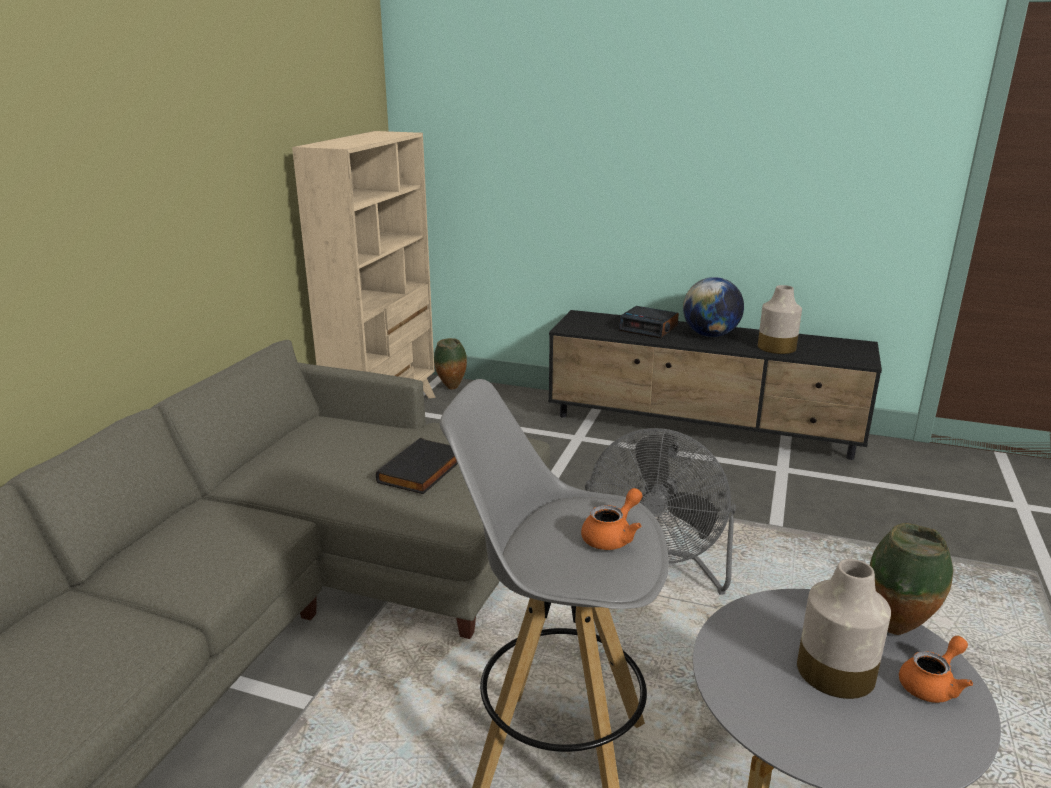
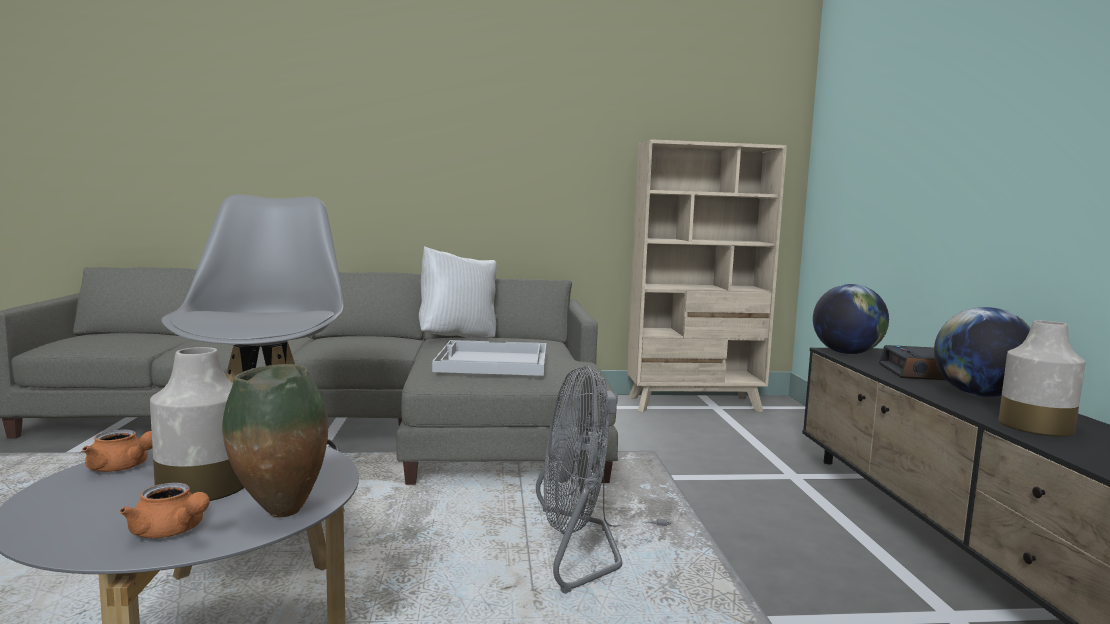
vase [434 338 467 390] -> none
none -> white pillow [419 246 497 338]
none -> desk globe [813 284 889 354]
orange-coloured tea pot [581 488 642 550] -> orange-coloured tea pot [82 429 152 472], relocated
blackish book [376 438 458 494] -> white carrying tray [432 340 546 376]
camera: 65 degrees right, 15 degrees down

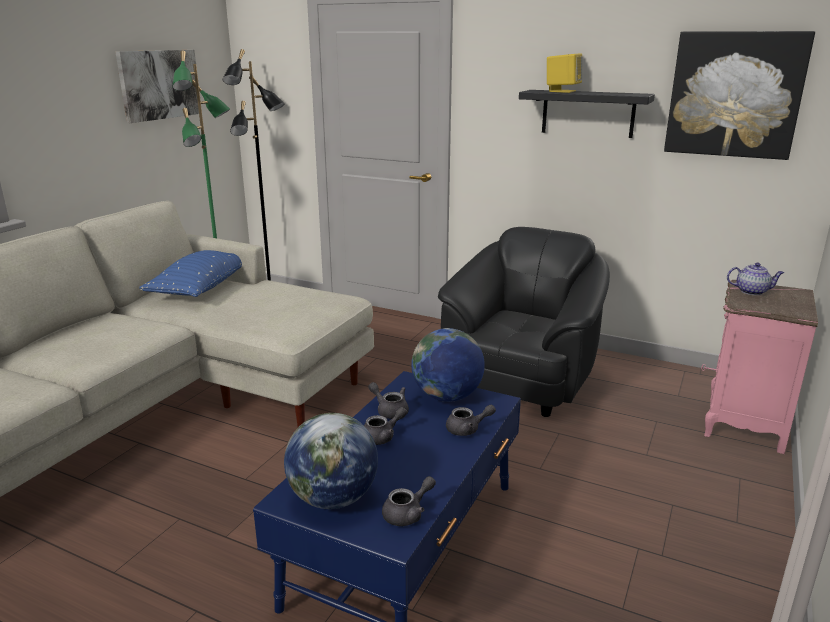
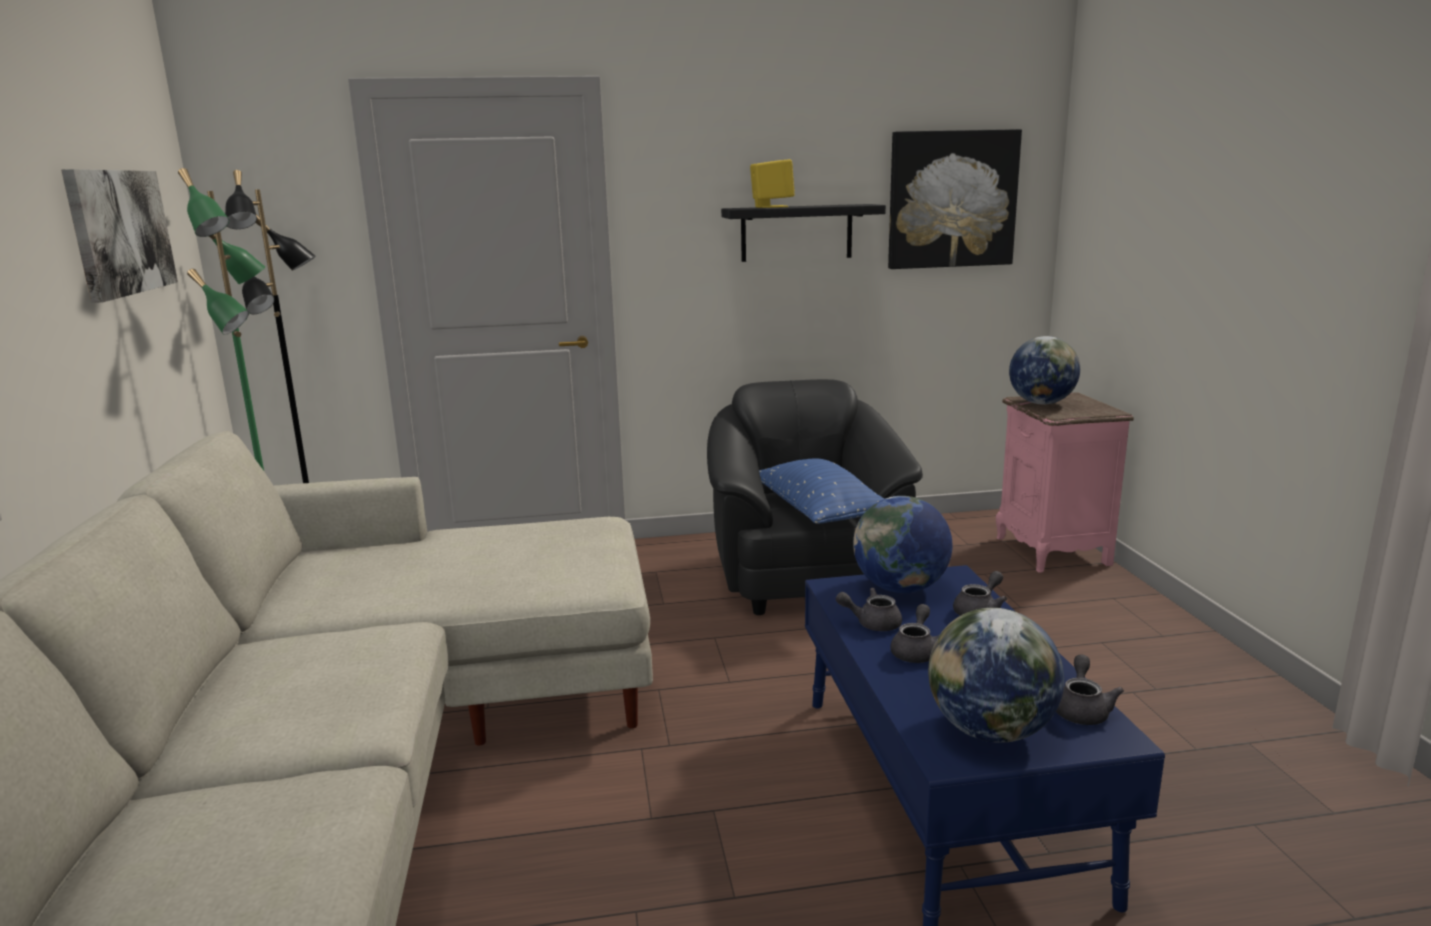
blue pillow [139 250 242 297] -> blue pillow [759 459 884 524], relocated
tea pot [727 263 784 295] -> desk globe [1009 336 1080 405]
camera: 35 degrees left, 5 degrees down

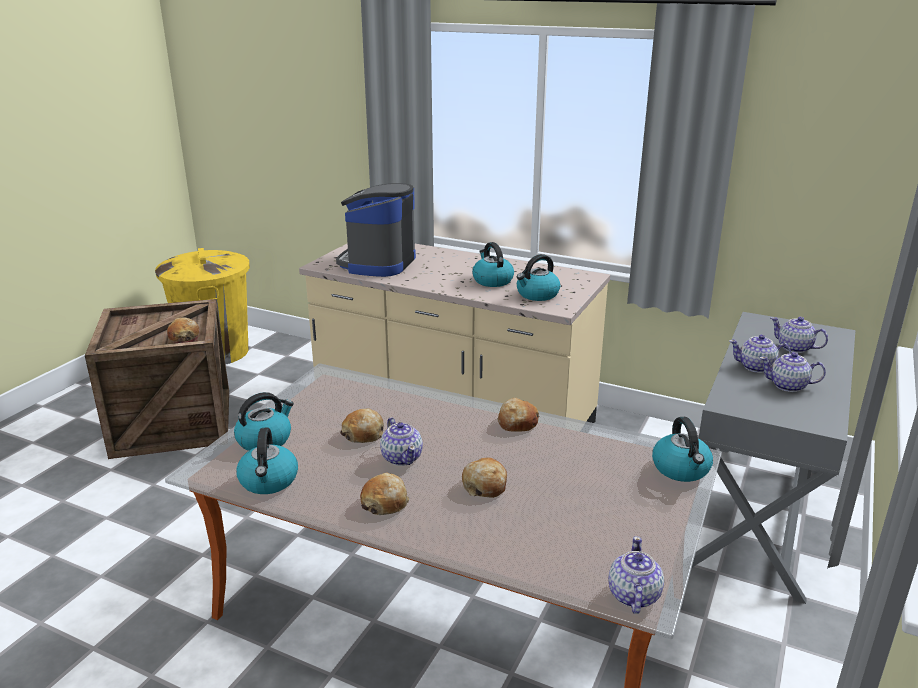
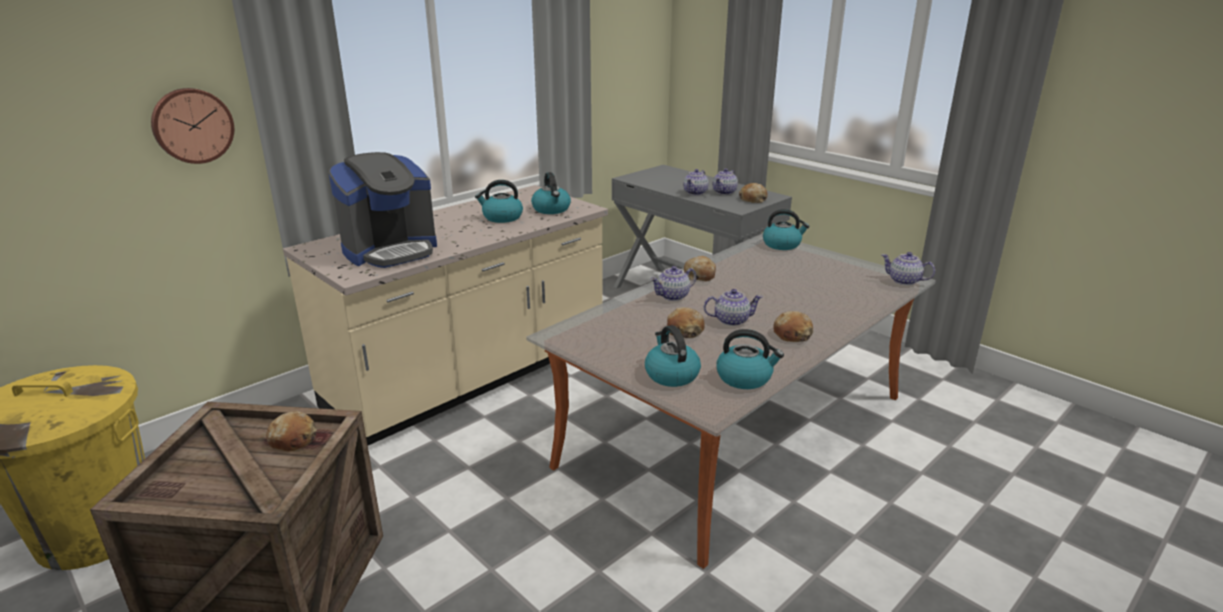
none -> wall clock [151 88 234 164]
bread [462 458 507 498] -> bread [739 183 768 203], relocated
tea pot [771 317 828 353] -> tea pot [650 266 696 301], relocated
coffee machine [336 183 416 277] -> coffee machine [329 152 437 268], 75 degrees counterclockwise
camera: 70 degrees left, 0 degrees up

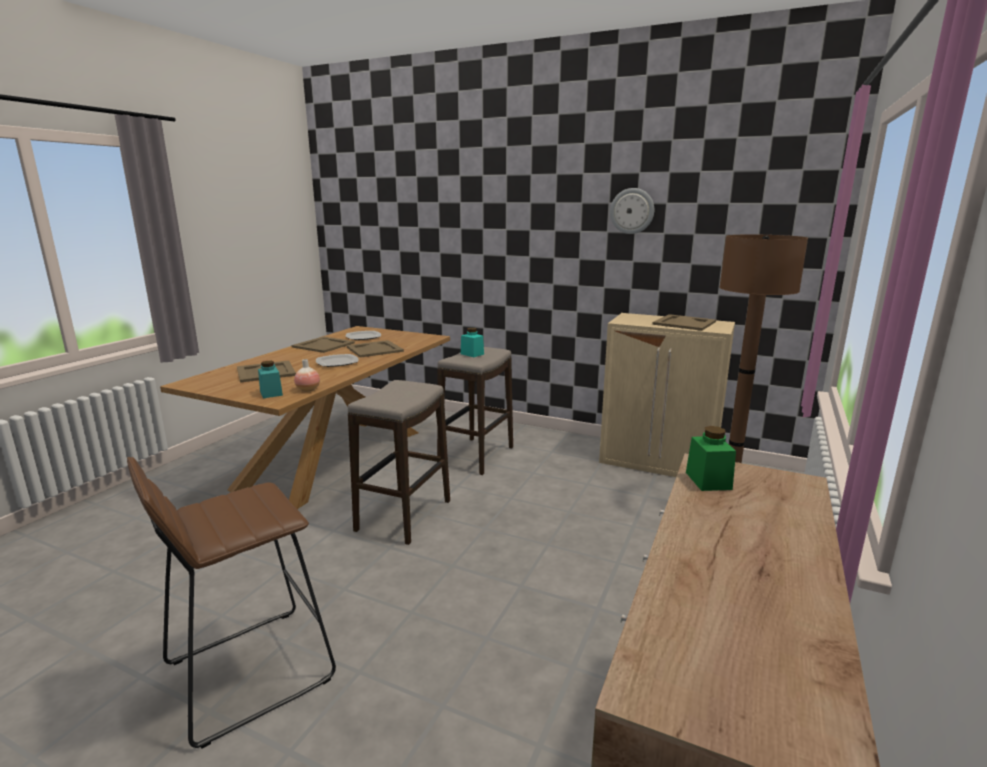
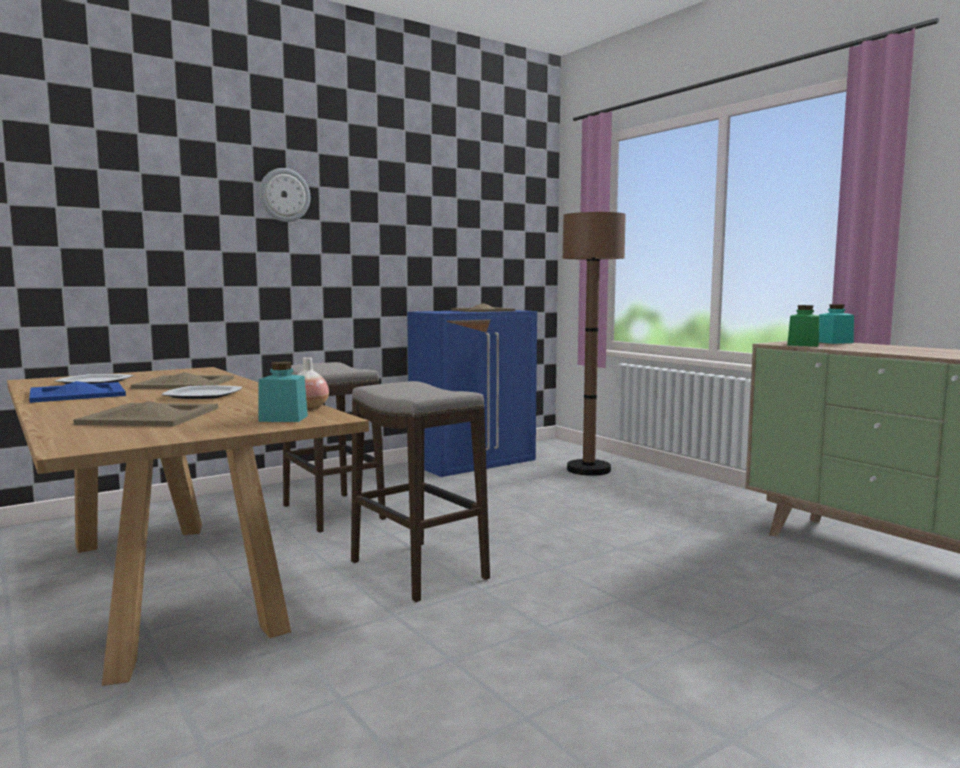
brownish sitting stool [127 457 336 749] -> none
turquoise-coloured jar [461 328 484 357] -> turquoise-coloured jar [819 304 854 344], relocated
wall clock [610 188 654 234] -> wall clock [259 168 310 222], relocated
sand-coloured carrying tray [292 336 355 353] -> blue carrying tray [29 381 126 403]
sand-coloured cabinet [599 313 735 477] -> blue cabinet [407 310 537 477]
camera: 60 degrees left, 10 degrees down

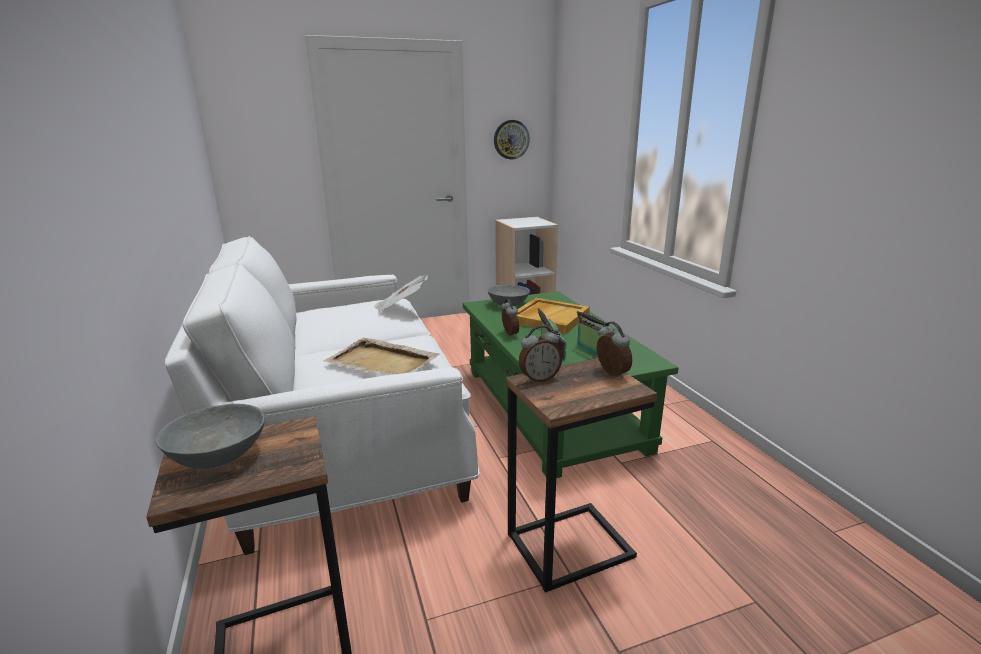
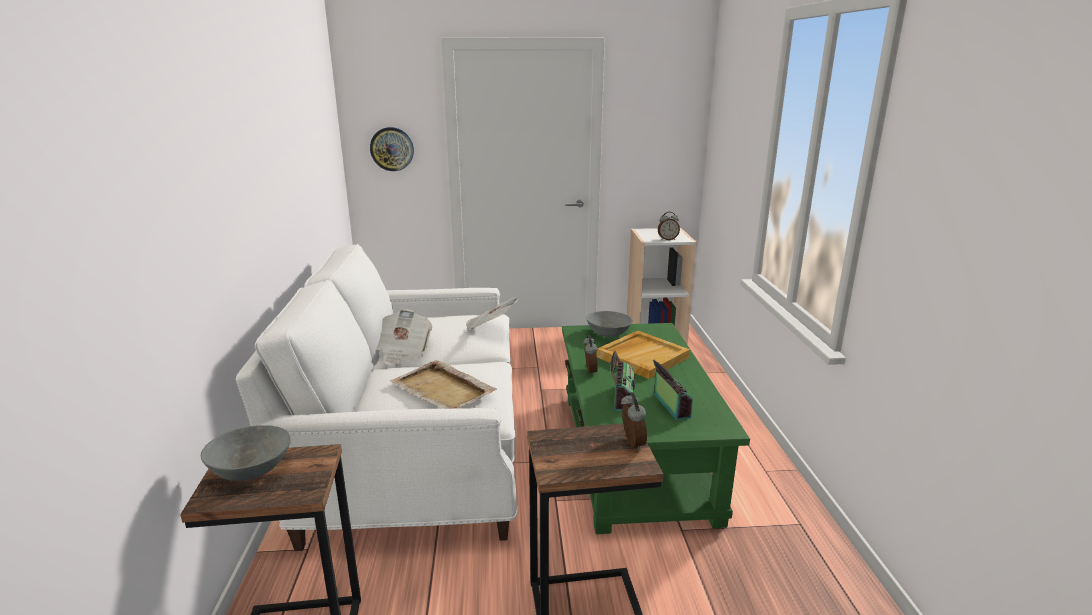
none -> daily paper [376 309 432 365]
wall clock [494 120 530 159] -> wall clock [370 127 414 171], relocated
bedside clock [519 326 562 383] -> bedside clock [658 212 680 240], relocated
camera: 15 degrees right, 0 degrees up

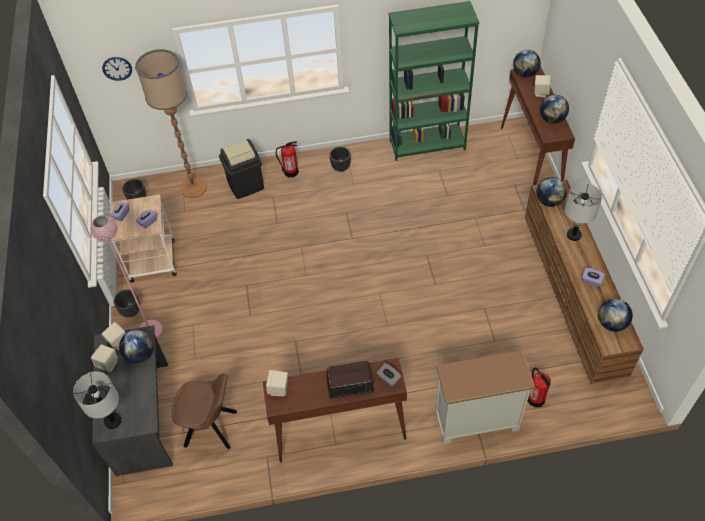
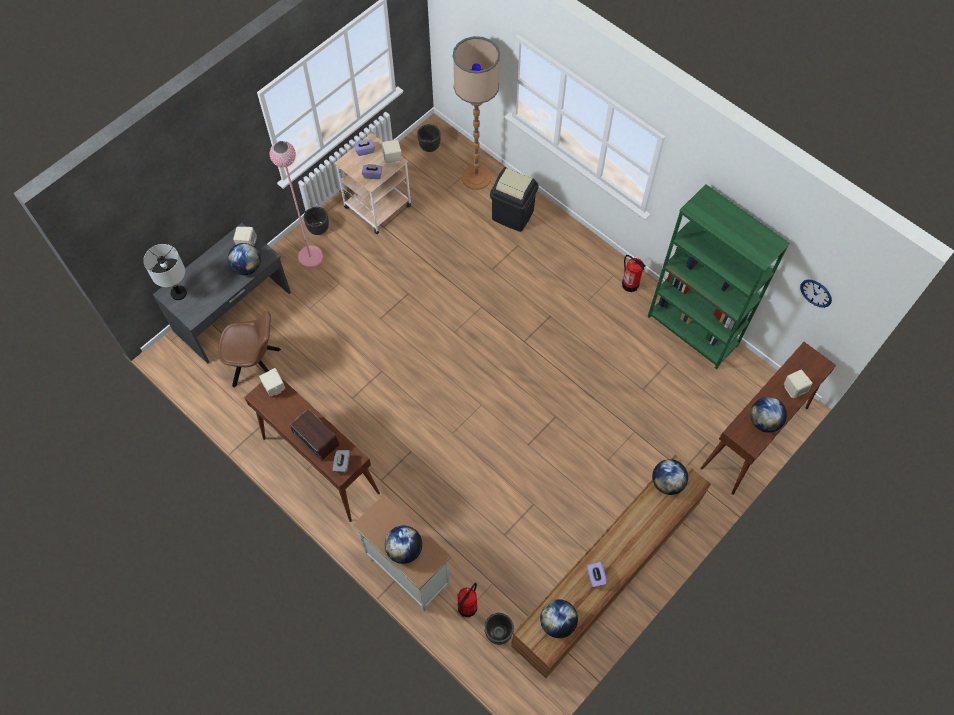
gray table lamp [565 183 602 241] -> none
sand-coloured speaker [91 344 118 372] -> sand-coloured speaker [382 140 402 165], relocated
wall clock [102 57 132 81] -> wall clock [800 280 832 308], relocated
fire-fighting cylinder [276 141 299 177] -> fire-fighting cylinder [622 255 646 292], relocated
blackish plant pot [330 147 351 172] -> blackish plant pot [484 613 514 645], relocated
desk globe [513 50 541 77] -> desk globe [385 525 422 564], relocated
brownish plain chair [172 373 237 450] -> brownish plain chair [218 311 281 388], 60 degrees counterclockwise
camera: 50 degrees right, 10 degrees up

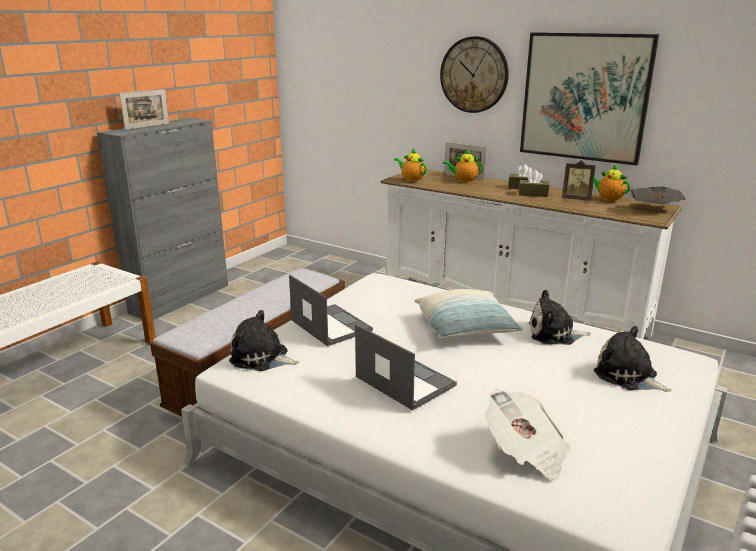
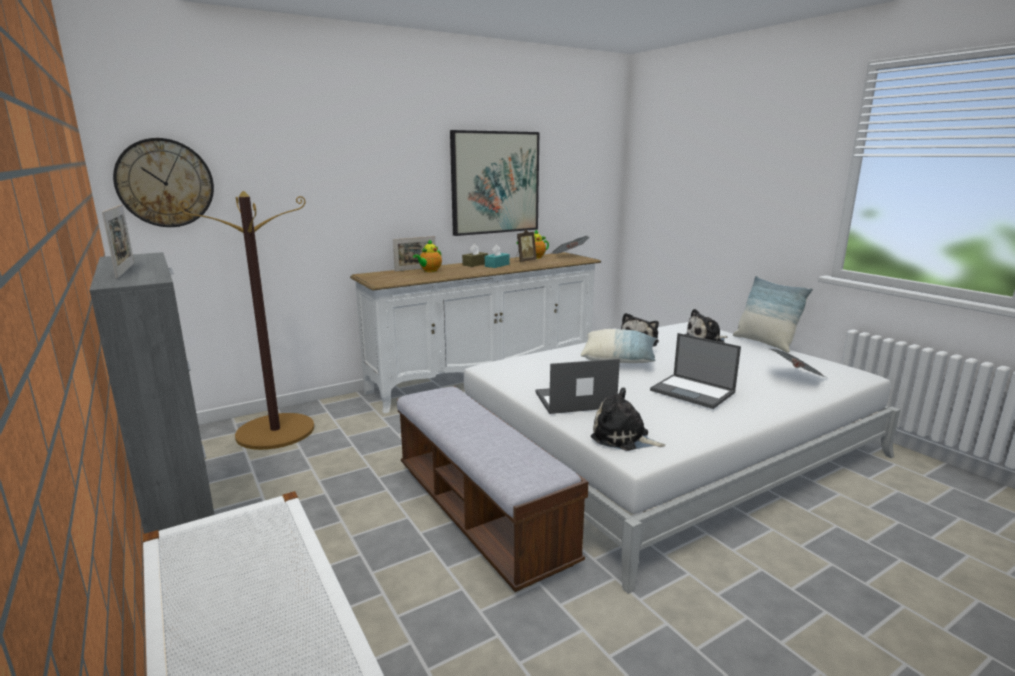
tea pot [394 148 427 182] -> none
none -> brownish garment rack [178 191 314 450]
none -> pillow [733 276 813 353]
wall clock [440 36 509 113] -> wall clock [113 138 214 227], relocated
brownish box of tissues [519 170 549 197] -> turquoise-coloured box of tissues [485 244 510 268]
soft toy [229 310 299 371] -> soft toy [591 387 666 451], 75 degrees clockwise
laptop [355 324 457 410] -> laptop [650 333 741 409], 120 degrees counterclockwise
camera: 65 degrees left, 5 degrees down

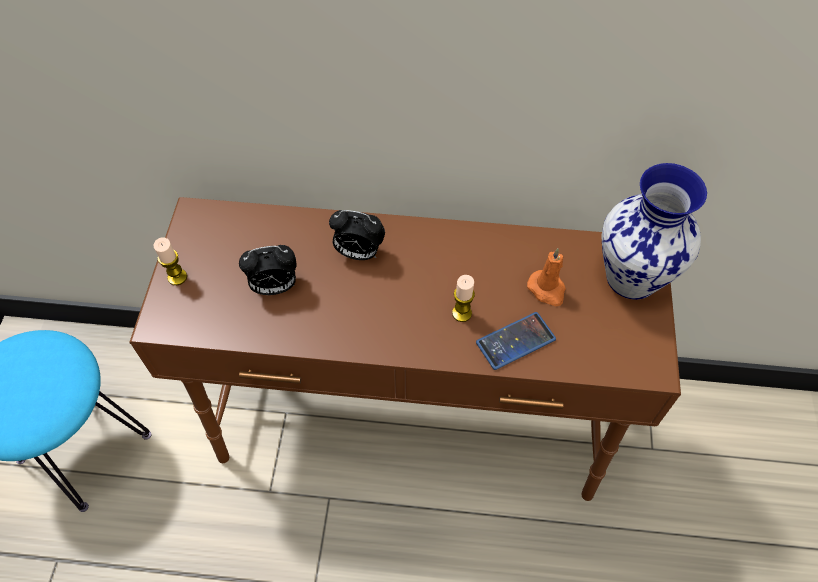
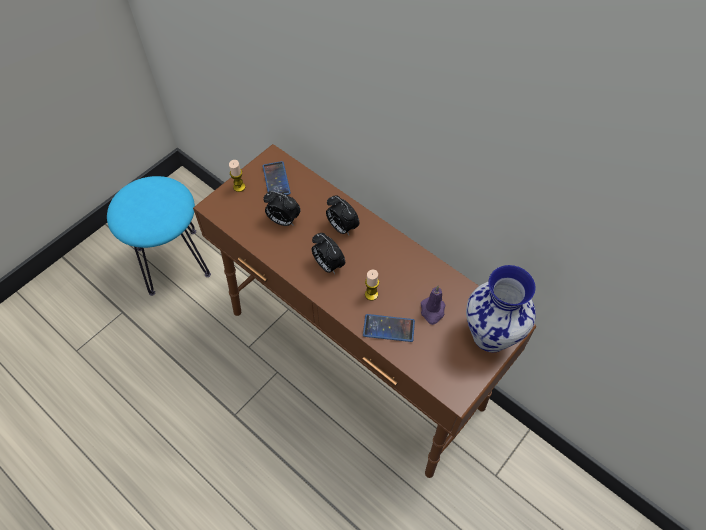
none -> handset [262 161 291 195]
none -> bedside clock [312 233 345 274]
orange-coloured candle [527 248 566 306] -> purple-coloured candle [421 286 445 325]
camera: 35 degrees right, 0 degrees up

